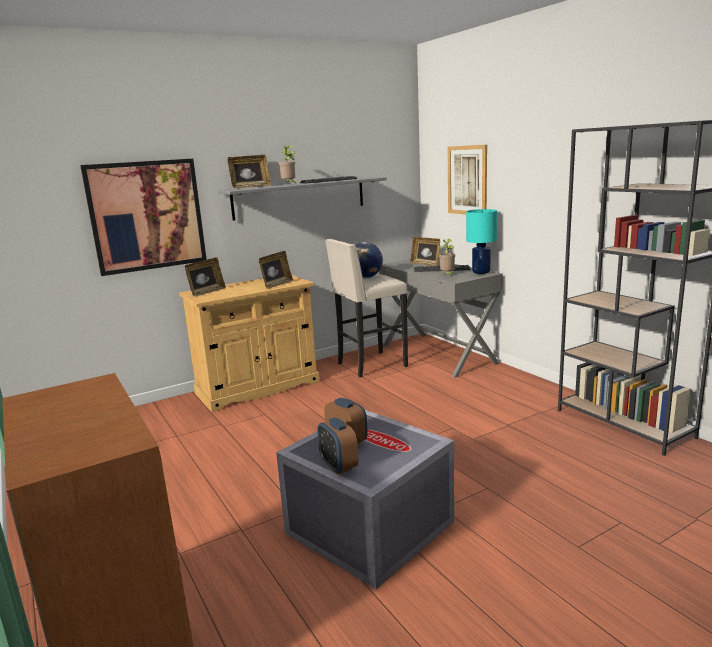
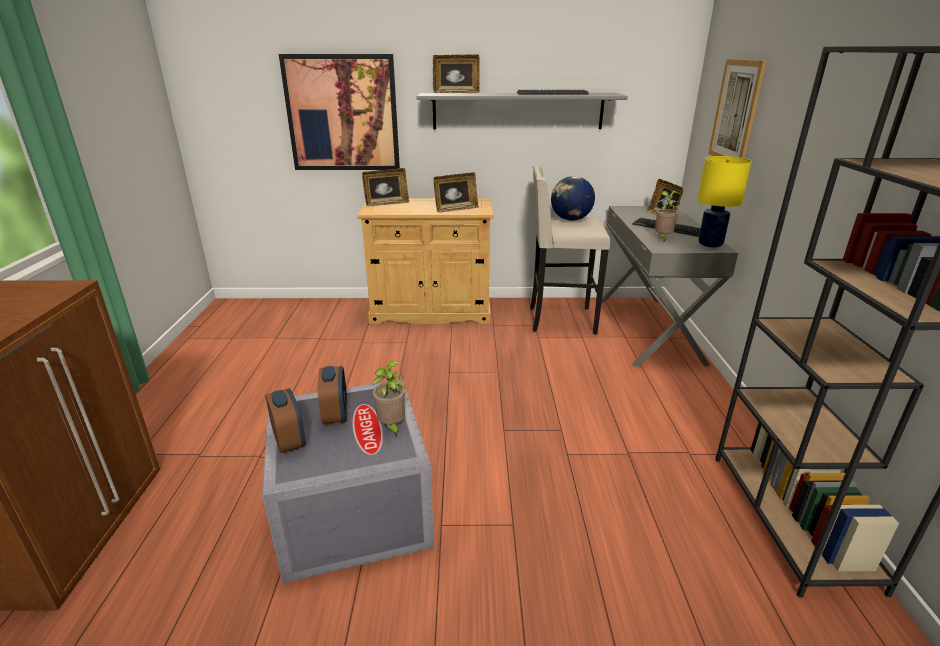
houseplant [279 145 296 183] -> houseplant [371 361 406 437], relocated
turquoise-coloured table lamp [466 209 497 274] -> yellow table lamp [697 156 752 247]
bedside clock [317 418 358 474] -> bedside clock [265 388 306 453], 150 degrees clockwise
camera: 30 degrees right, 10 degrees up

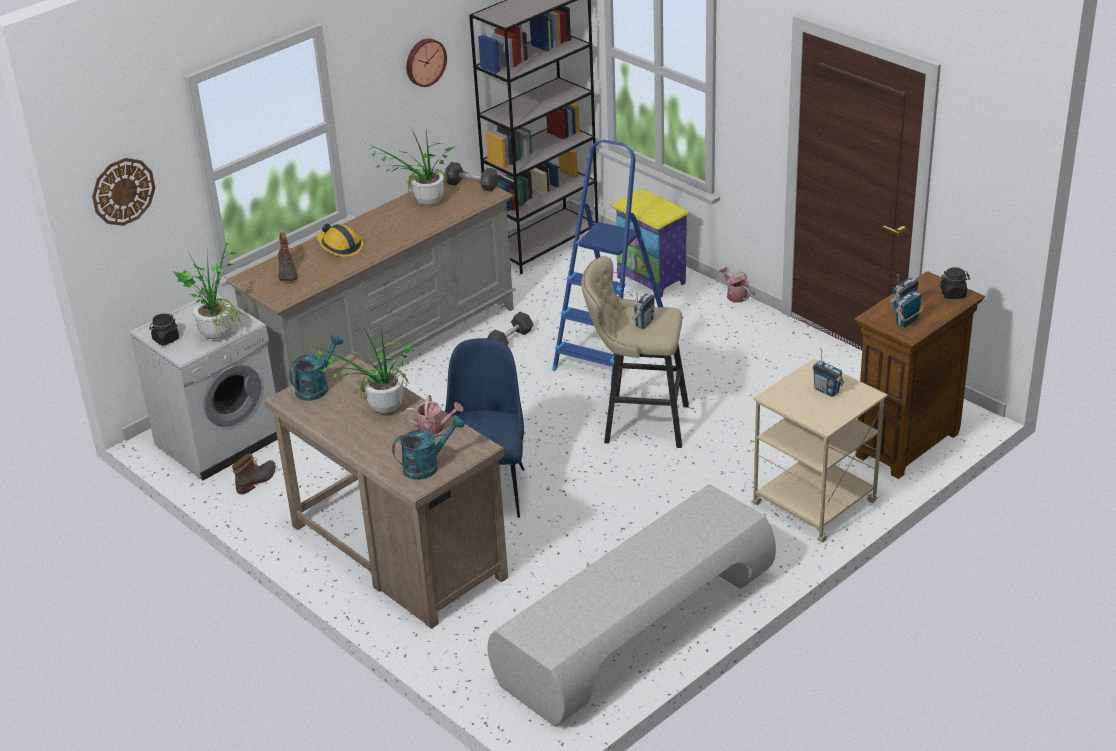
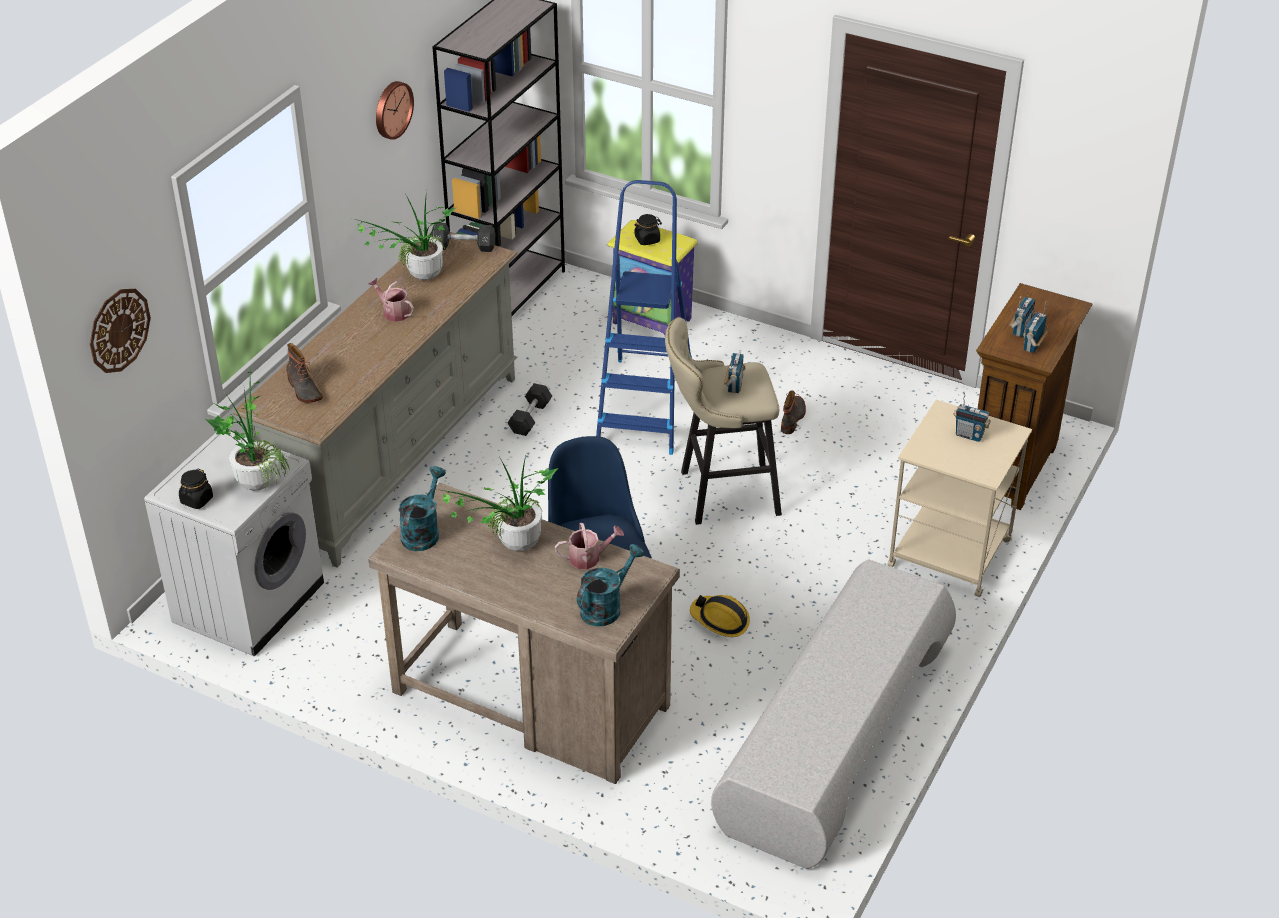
boot [232 453 276 494] -> boot [781 390 806 434], relocated
work helmet [317 224 363 257] -> work helmet [690 595 750 637], relocated
watering can [719 267 750 303] -> watering can [368 278 414 322], relocated
blackish jar [940 267 970 299] -> blackish jar [634 214 662 245], relocated
camera: 20 degrees left, 5 degrees up

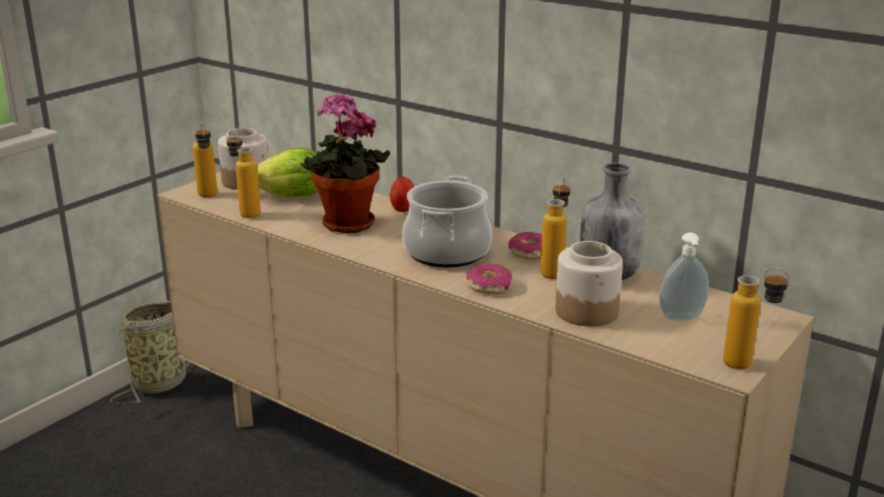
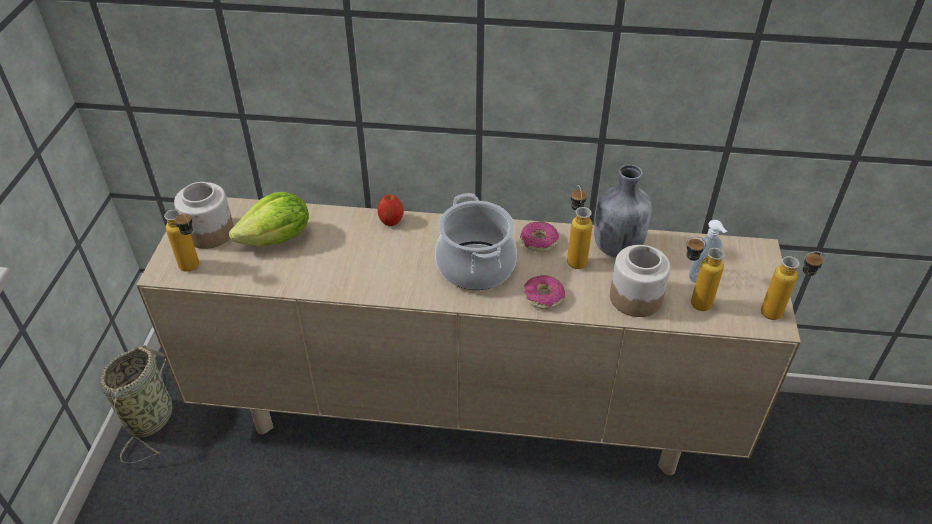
houseplant [301 94 390 233] -> none
bottle [226 130 261 218] -> bottle [686 236 725 311], relocated
camera: 30 degrees left, 20 degrees up

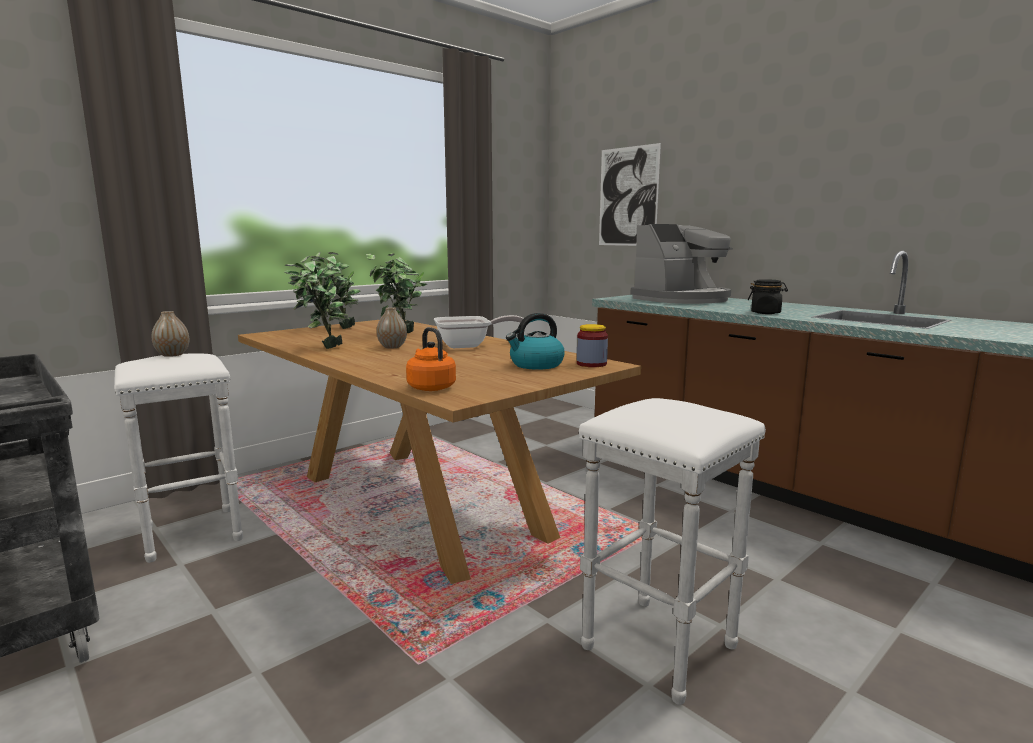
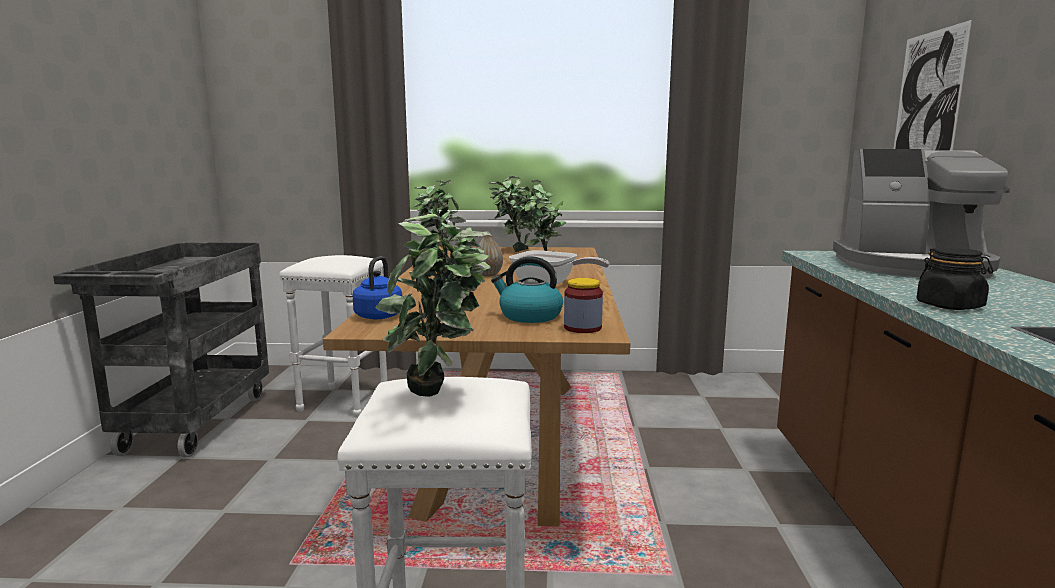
vase [151 311 189 357] -> none
none -> houseplant [375 214 491 397]
orange-coloured tea kettle [406 327 456 391] -> blue tea kettle [353 256 402 319]
camera: 45 degrees right, 0 degrees up

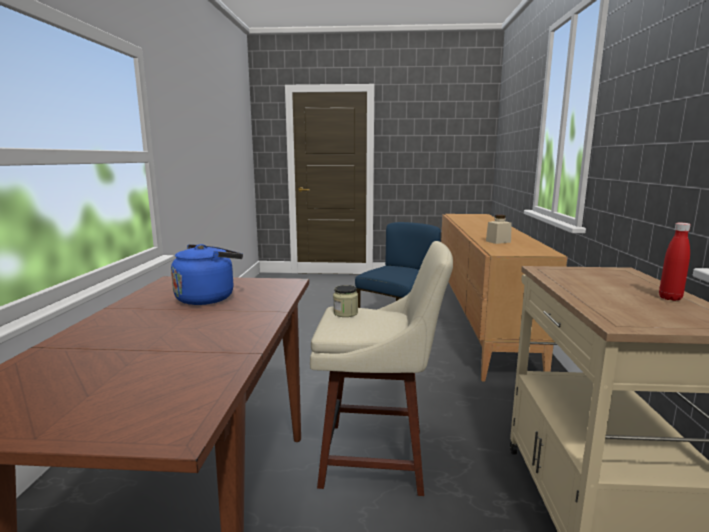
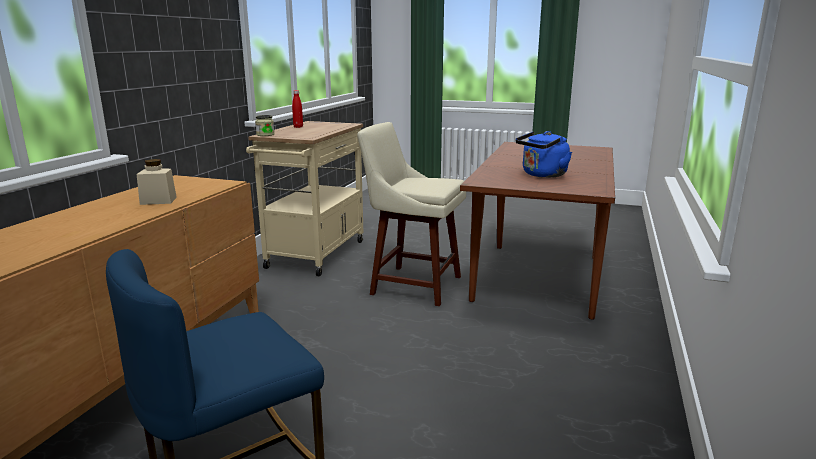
jar [333 285 358 317] -> jar [255 115 275 136], relocated
camera: 165 degrees left, 5 degrees up

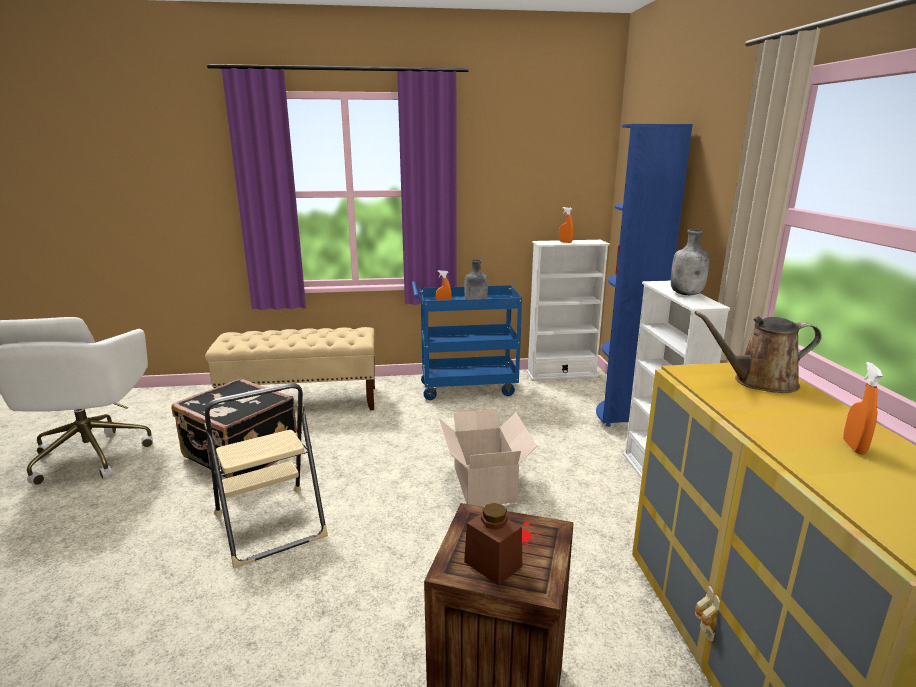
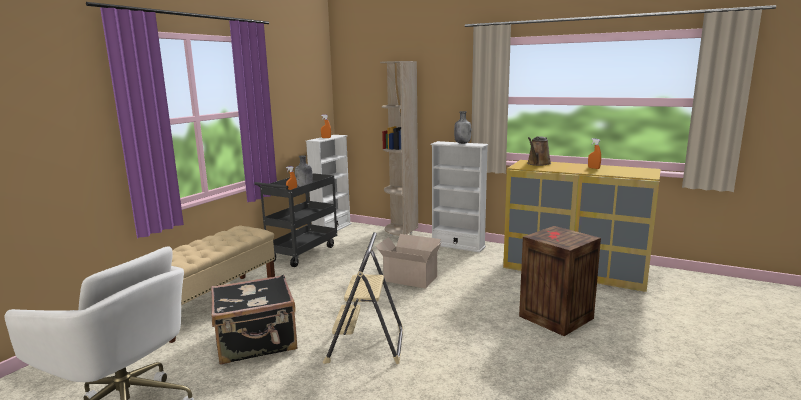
brownish jar [464 503 522 586] -> none
blue trolley [412 281 522 400] -> gray trolley [254 173 337 267]
blue shelving unit [596 124 693 427] -> sand-coloured shelving unit [380 61 418 236]
camera: 55 degrees left, 5 degrees down

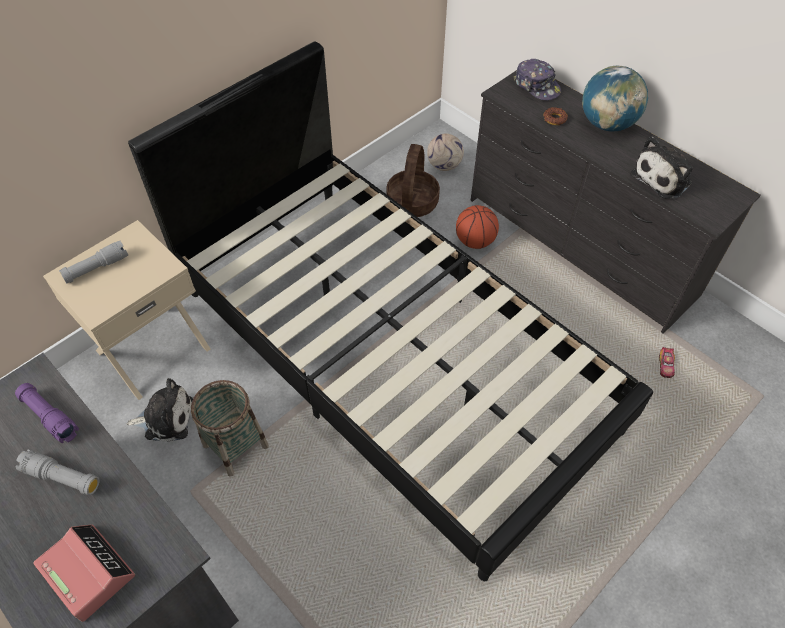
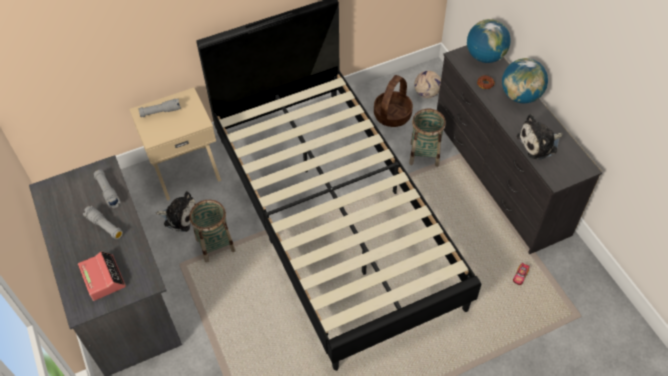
basketball [456 205 499 249] -> storage basket [409 109 446 167]
peaked cap [513 59 561 101] -> desk globe [467 19 511 63]
purple-coloured torch [15 383 79 443] -> gray torch [94 170 121 208]
camera: 20 degrees right, 0 degrees up

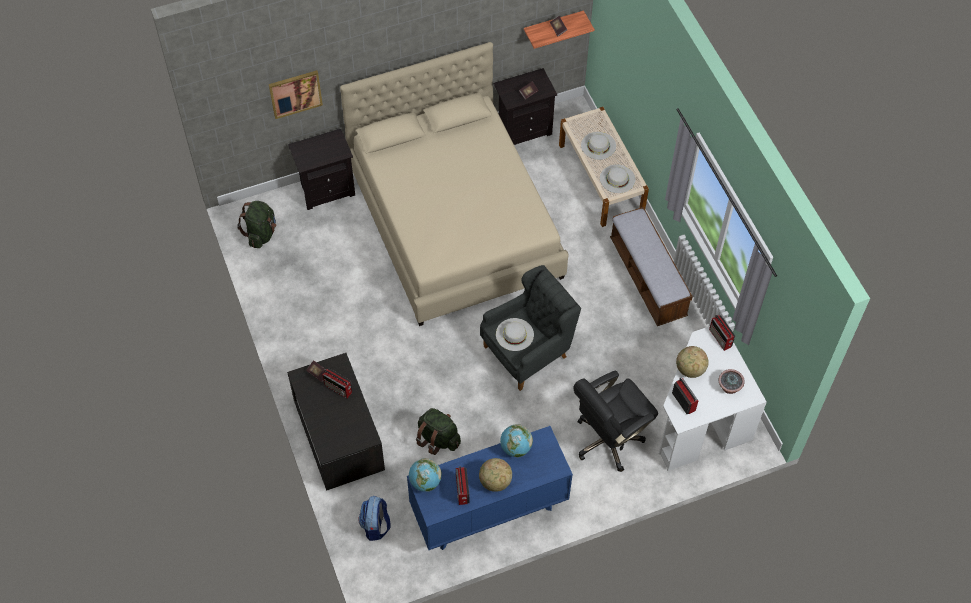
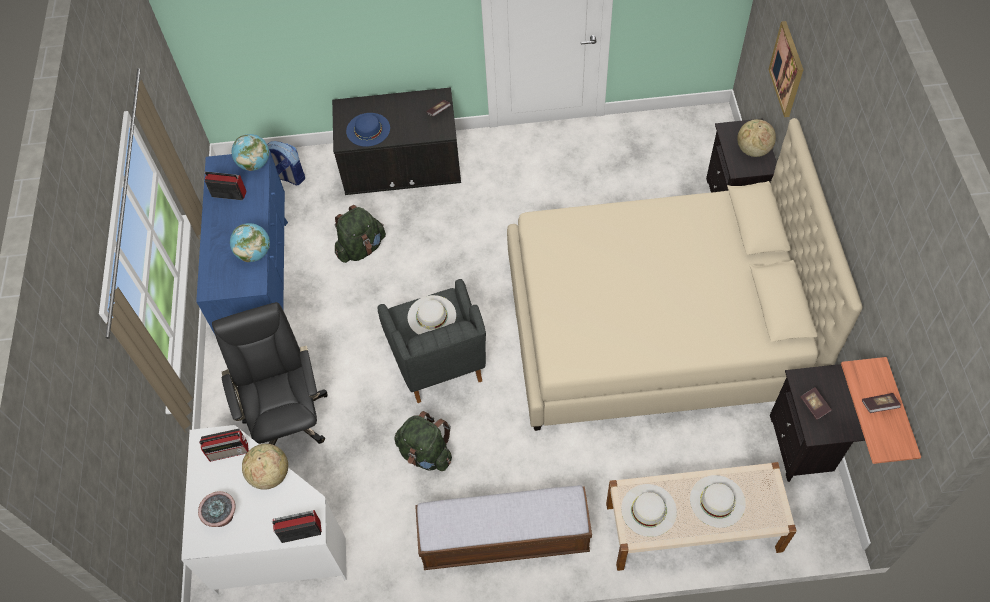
radio [323 368 352 398] -> none
none -> blue wearable hat [346 113 390 147]
greenish rucksack [237 201 276 248] -> greenish rucksack [394 411 452 471], relocated
desk globe [479 458 512 492] -> desk globe [737 119 776 157], relocated
camera: 110 degrees right, 0 degrees up

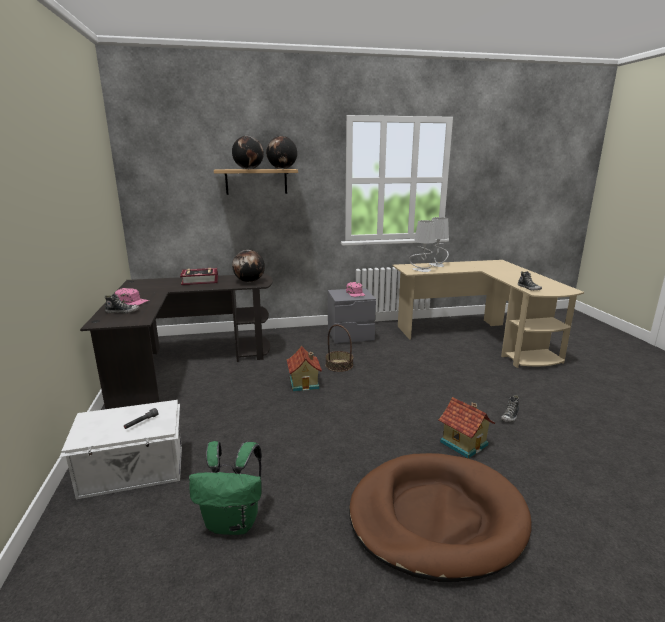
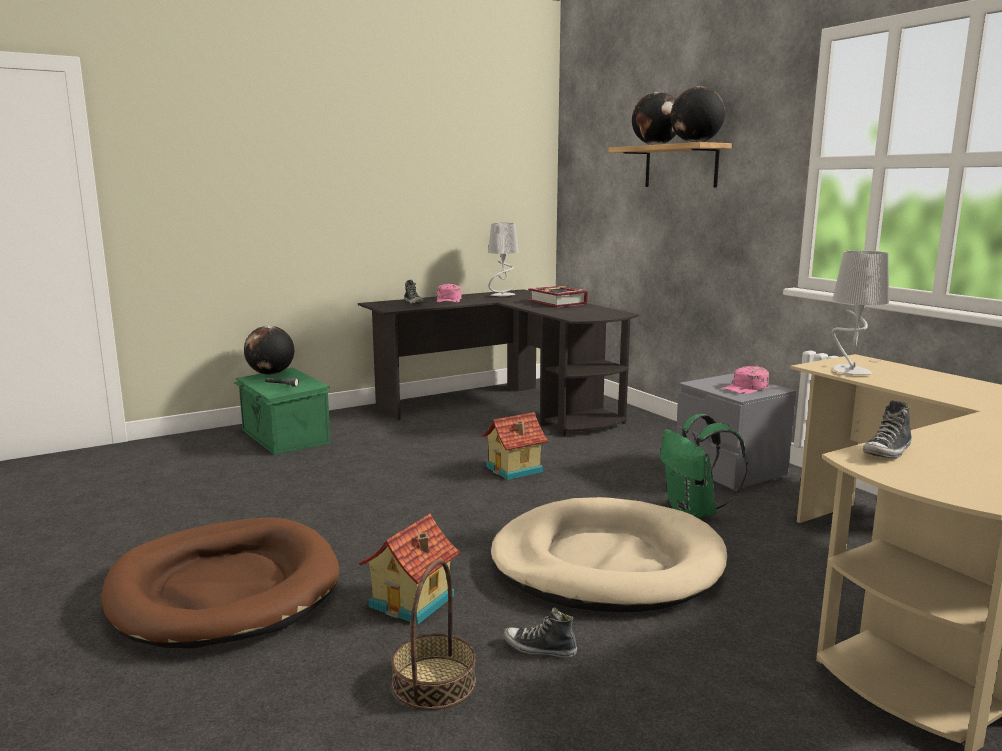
none -> sand-coloured dog bed [490 497 727 612]
greenish rucksack [189 441 262 535] -> greenish rucksack [660 414 748 518], relocated
desk globe [232 250 265 282] -> desk globe [244 326 294 375], relocated
storage basket [325 324 353 372] -> storage basket [391 559 476 710], relocated
gray table lamp [429 217 449 267] -> gray table lamp [488 223 518 297], relocated
white storage container [59 400 182 499] -> greenish storage container [234 367 331 455]
camera: 70 degrees right, 5 degrees down

